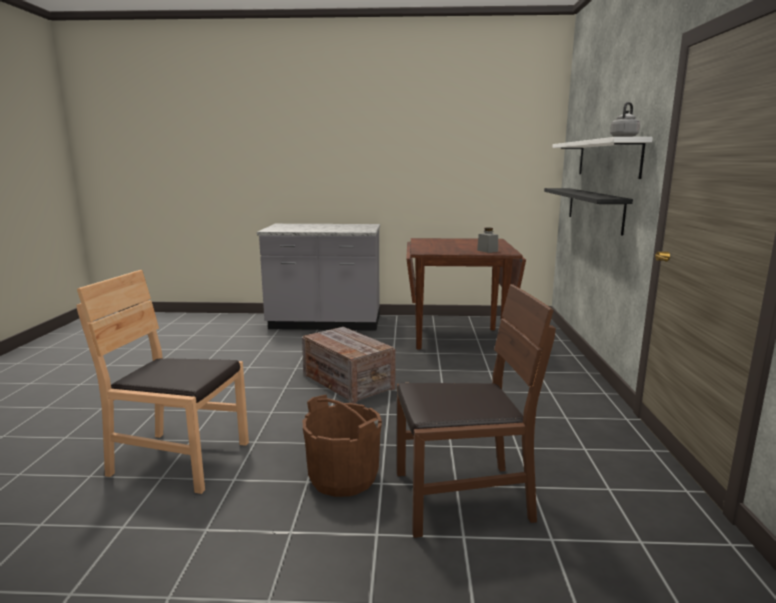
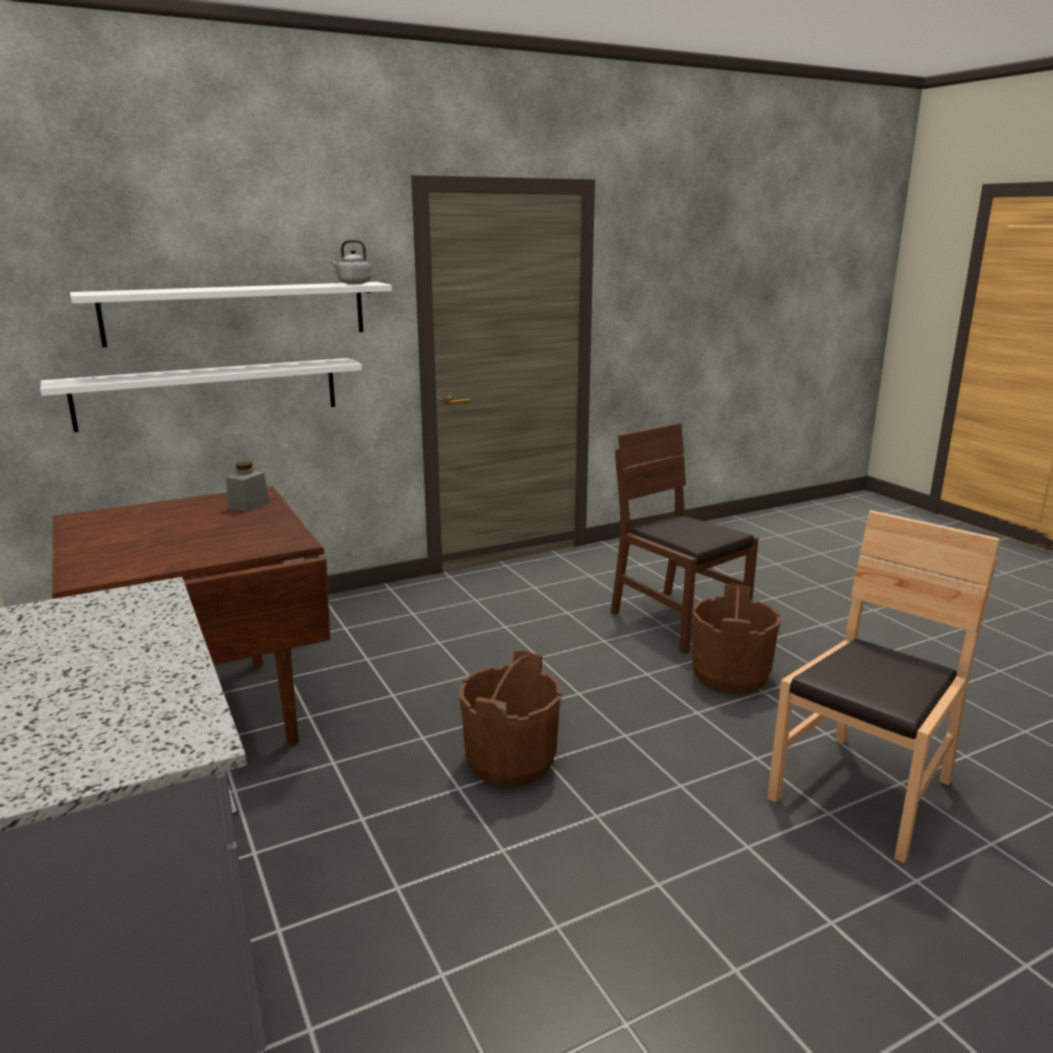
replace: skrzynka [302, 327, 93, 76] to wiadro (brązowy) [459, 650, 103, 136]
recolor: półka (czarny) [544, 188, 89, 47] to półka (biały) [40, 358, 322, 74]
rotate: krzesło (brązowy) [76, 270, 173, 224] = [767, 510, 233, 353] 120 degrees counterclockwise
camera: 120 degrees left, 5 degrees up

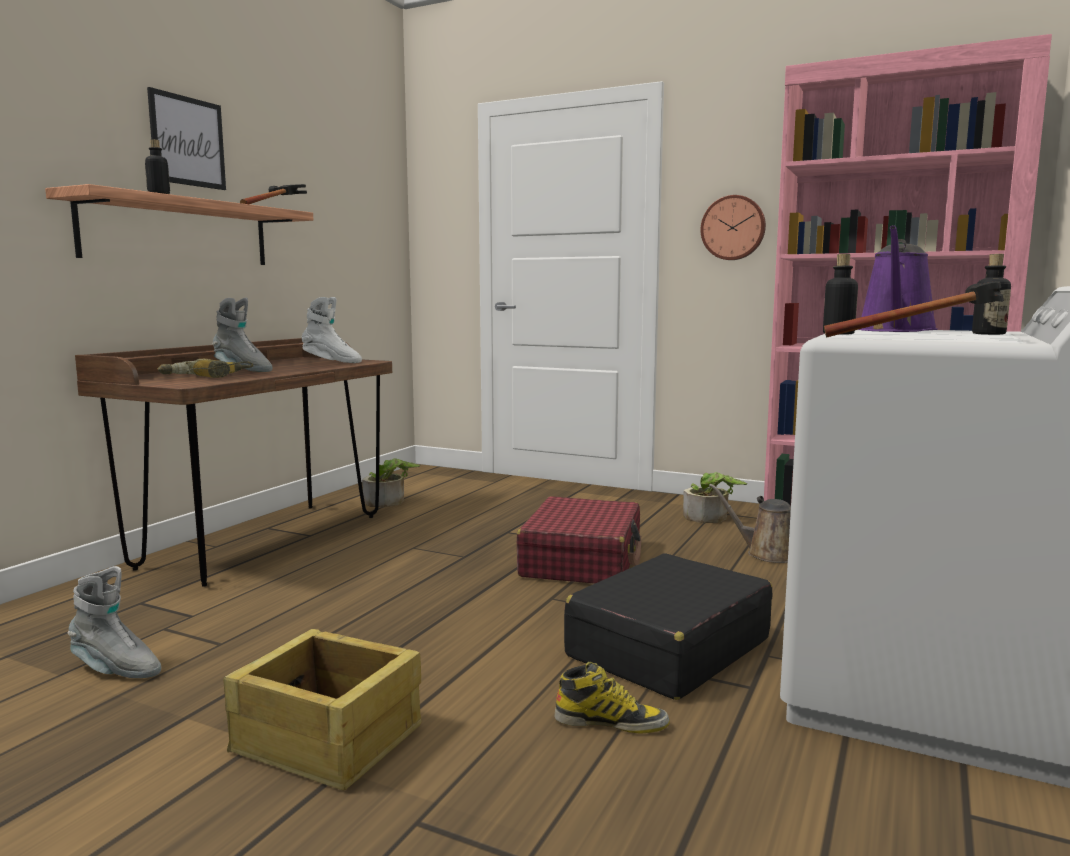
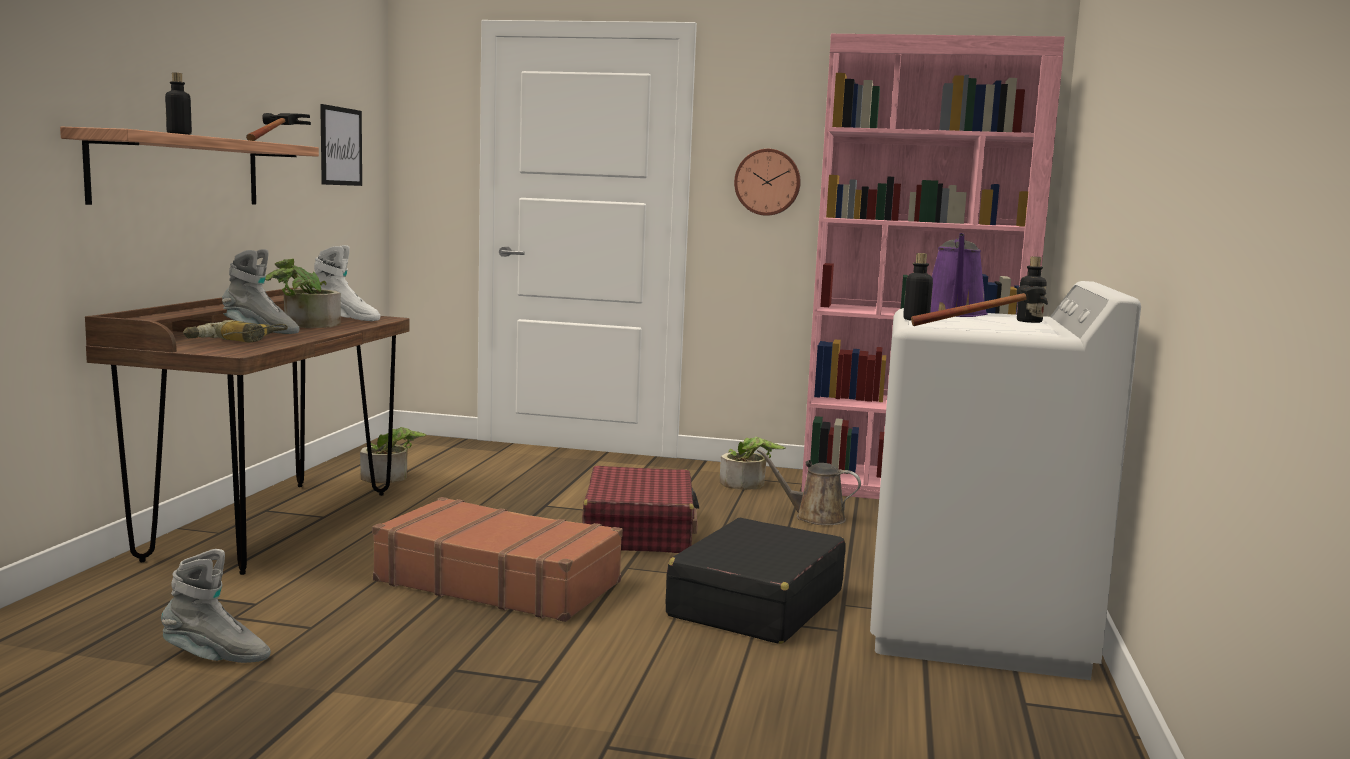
delete: skrzynka [223, 629, 199, 161]; but z cholewką [555, 661, 115, 73]
insert: roślina doniczkowa [265, 259, 76, 69]; walizka (brązowy) [372, 497, 251, 125]
move: obraz [147, 87, 79, 103] to [320, 104, 42, 82]
camera: 15 degrees left, 0 degrees up

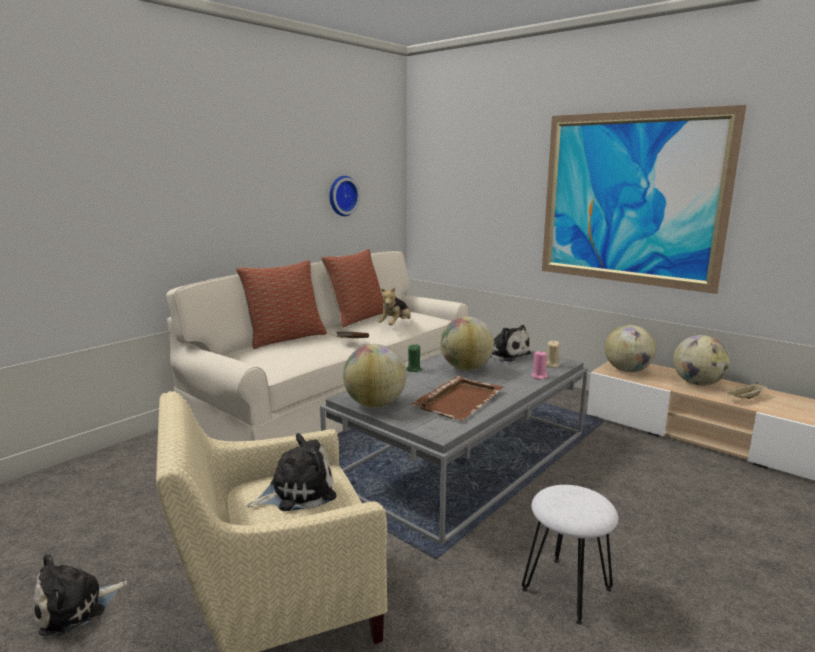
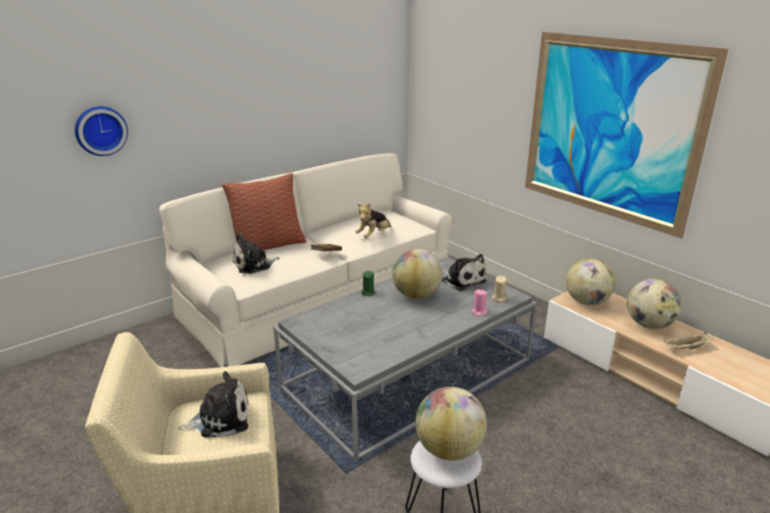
delete: poduszka [321, 249, 63, 79]; taca (brązowy) [412, 376, 91, 45]
move: pluszak [33, 553, 94, 83] to [233, 234, 46, 40]; zegar ścienny [329, 176, 31, 40] to [75, 106, 53, 50]; globus [343, 344, 63, 63] to [415, 387, 72, 73]
camera: 10 degrees right, 10 degrees up

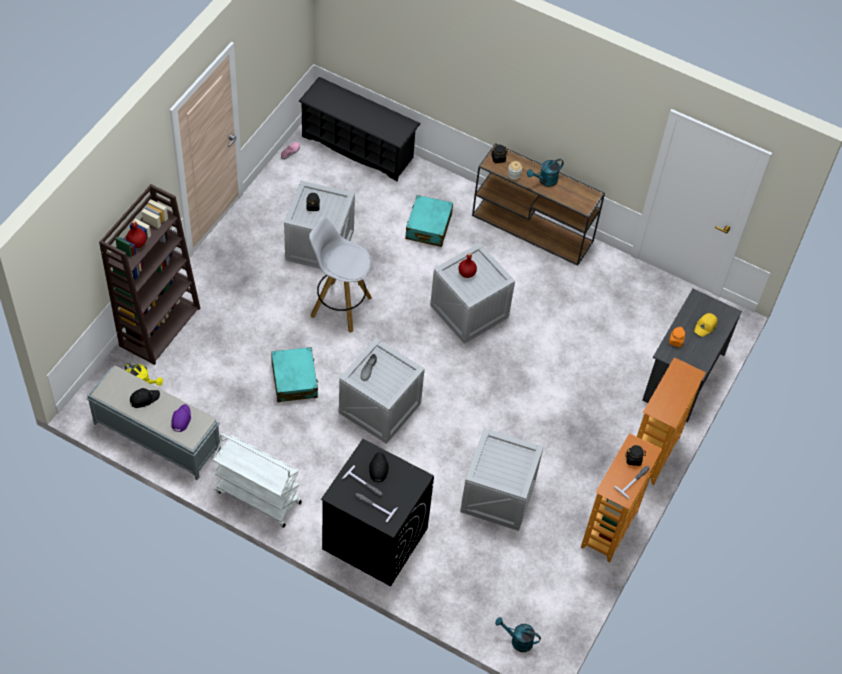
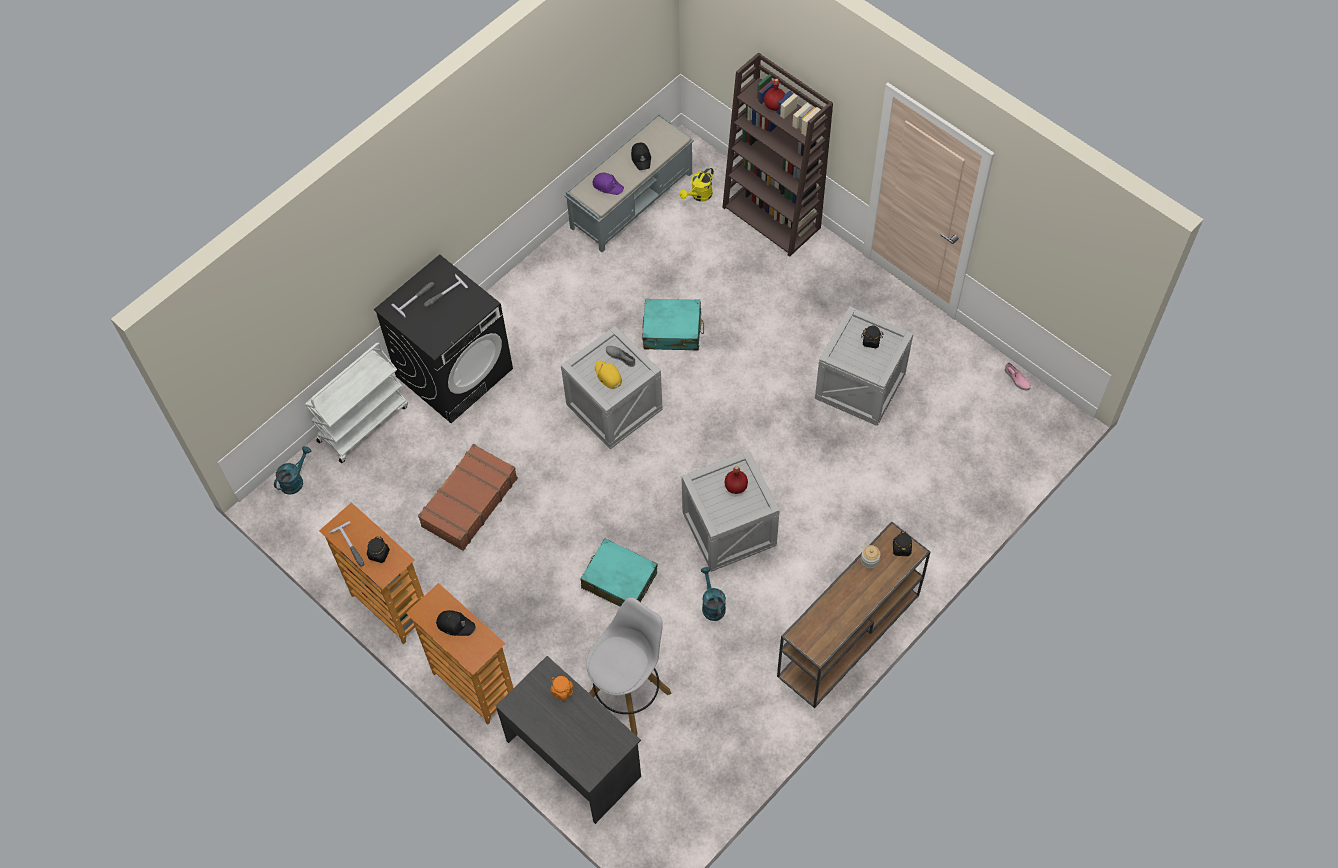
delete: regał na buty (czarny) [299, 77, 122, 104]
move: wózek (biały) [213, 433, 89, 95] to [305, 343, 103, 120]; stołek (biały) [309, 216, 63, 117] to [586, 597, 86, 139]; czapka z daszkiem (czarny) [369, 452, 20, 30] to [436, 610, 39, 26]; walizka (turkusowy) [405, 195, 48, 52] to [581, 538, 77, 69]; konewka (turkusowy) [527, 159, 37, 28] to [701, 567, 25, 54]; czapka z daszkiem (żółty) [694, 313, 23, 24] to [595, 361, 27, 28]
replace: skrzynka [460, 428, 83, 103] to walizka (brązowy) [418, 444, 100, 107]
camera: 110 degrees right, 5 degrees up

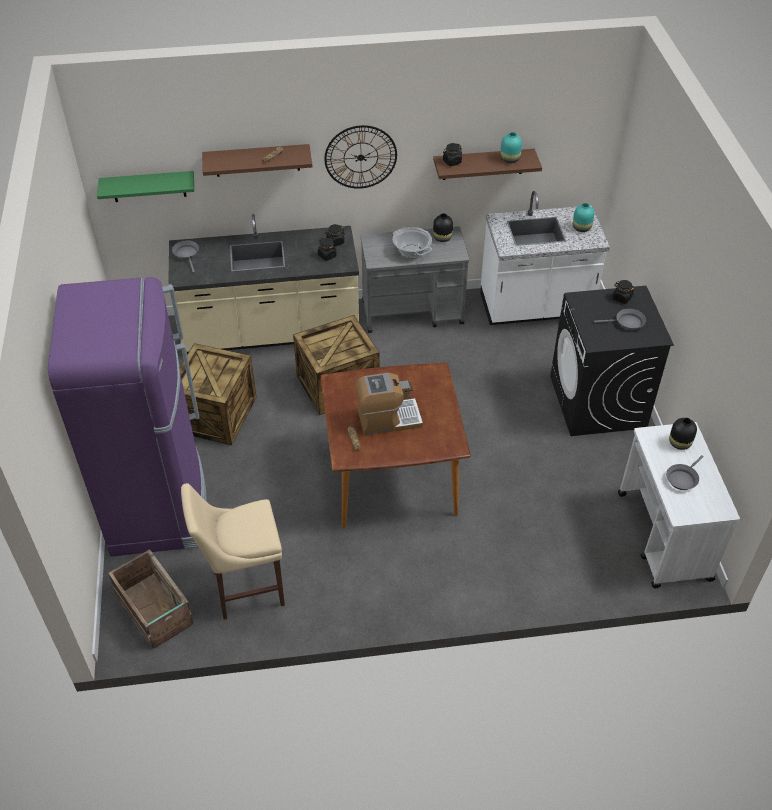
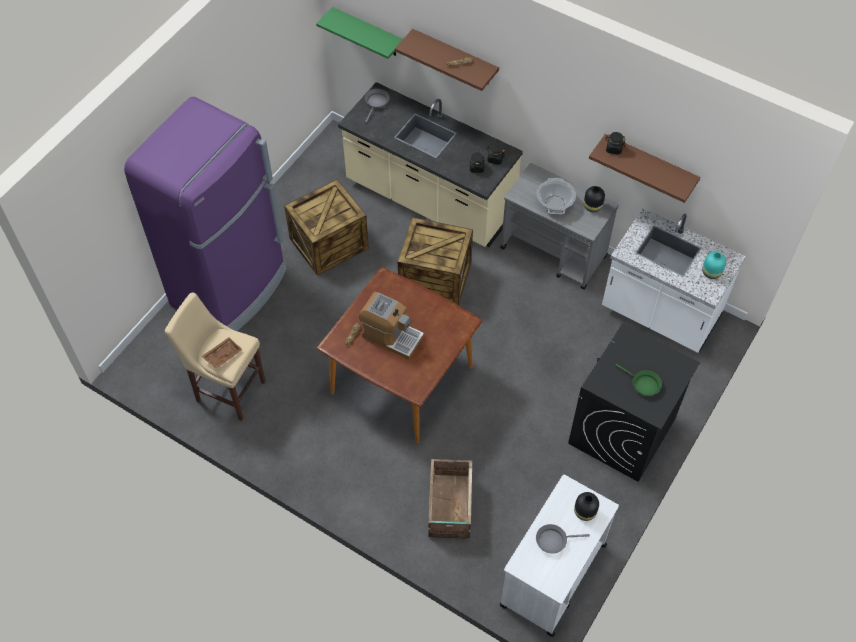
delete: zegar ścienny [324, 125, 73, 64]; wazon (turkusowy) [500, 132, 22, 31]; słoik (czarny) [613, 280, 21, 24]
insert: taca (brązowy) [202, 337, 41, 32]
move: skrzynka [108, 549, 86, 100] to [428, 459, 44, 80]
recolor: patelnia (szary) [594, 309, 52, 21] to patelnia (zielony) [615, 364, 47, 32]
camera: 40 degrees right, 10 degrees up

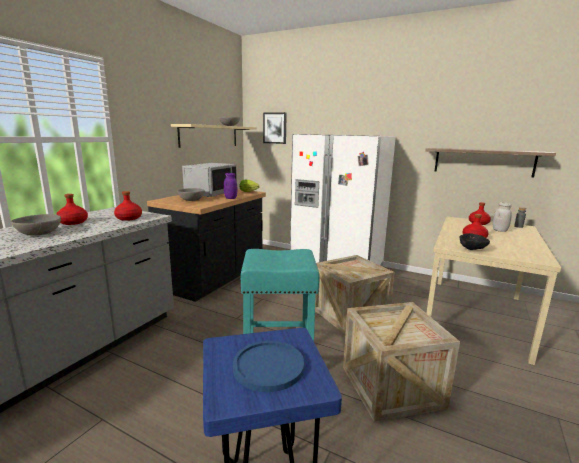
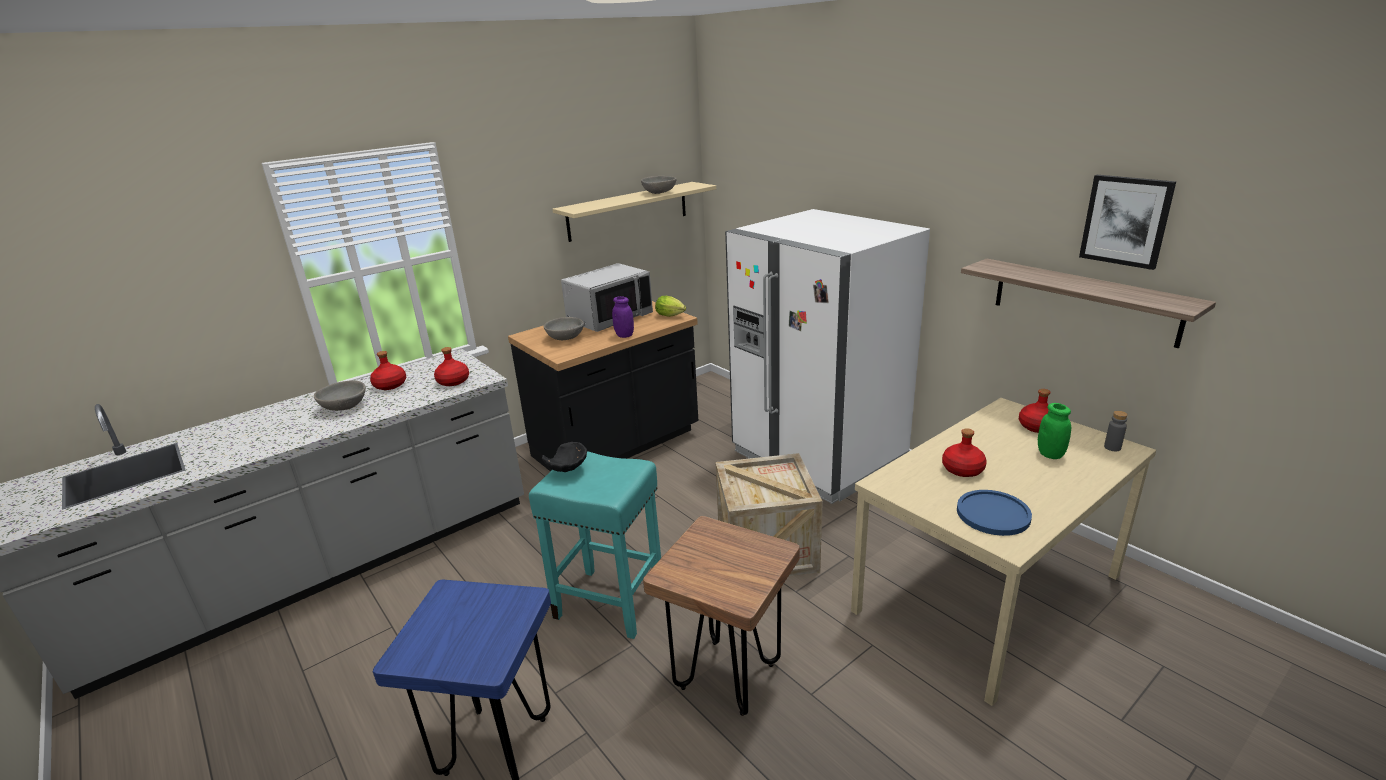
move: talerz (niebieski) [233, 341, 71, 51] to [957, 490, 75, 46]; obraz [263, 112, 24, 32] to [1079, 175, 97, 95]; miska (czarny) [459, 233, 31, 17] to [542, 442, 45, 30]
replace: skrzynka [343, 302, 117, 120] to stołek (brązowy) [643, 516, 157, 200]
recolor: słoik (biały) [493, 202, 19, 30] to słoik (zielony) [1038, 403, 33, 56]
camera: 25 degrees right, 10 degrees up

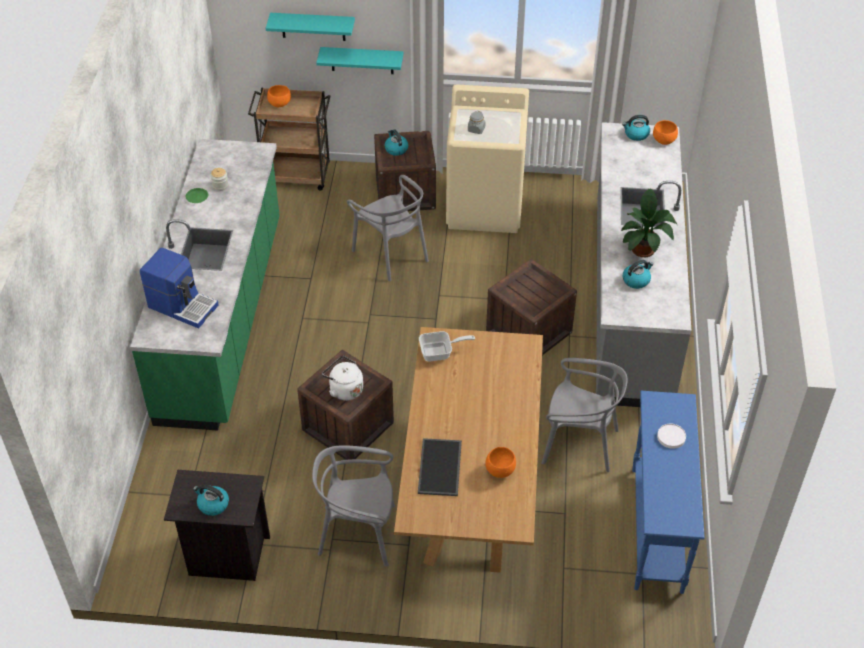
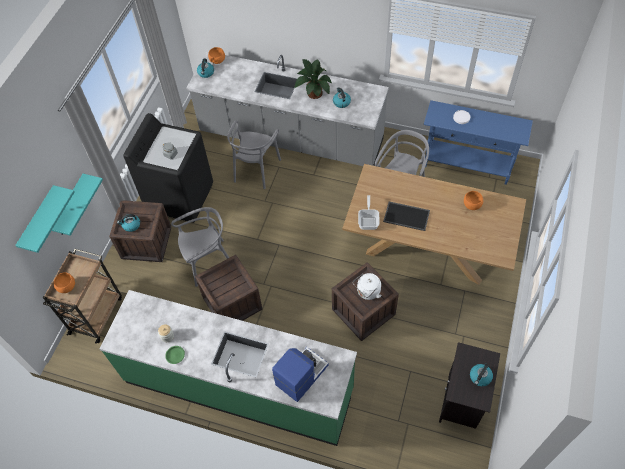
move: krzesło (szary) [312, 445, 83, 121] to [227, 120, 54, 69]; taca [418, 438, 44, 58] to [383, 201, 47, 30]; skrzynka [486, 259, 91, 96] to [195, 255, 68, 66]
recolor: pralka (beżowy) [446, 84, 83, 149] to pralka (czarny) [123, 113, 90, 110]
camera: 75 degrees left, 10 degrees up

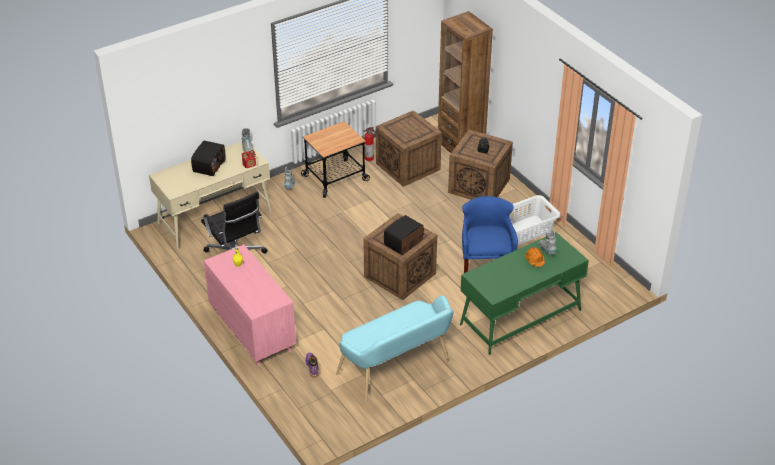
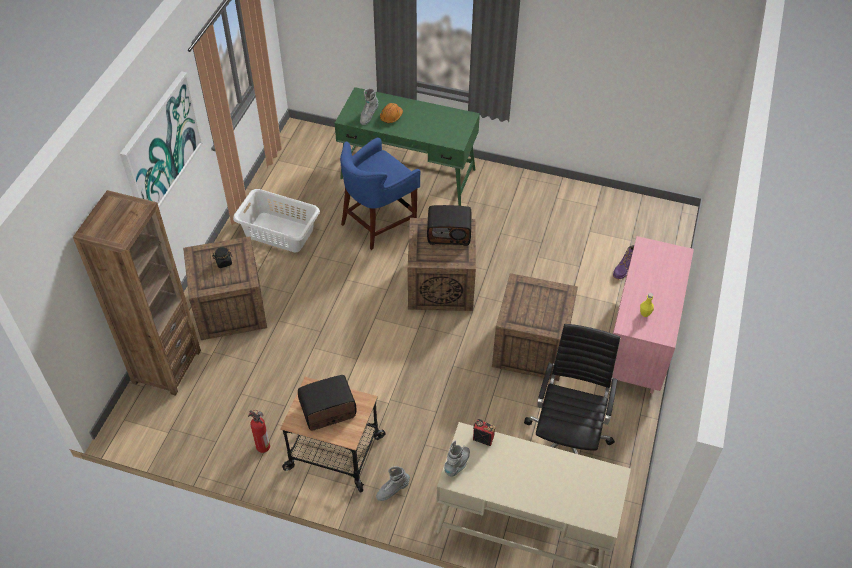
delete: ławka (turkusowy) [336, 295, 118, 107]
insert: obraz [120, 71, 83, 137]
move: radio [191, 141, 35, 35] to [298, 375, 58, 56]; skrzynka [376, 110, 66, 77] to [492, 273, 86, 108]
camera: 130 degrees left, 10 degrees up

